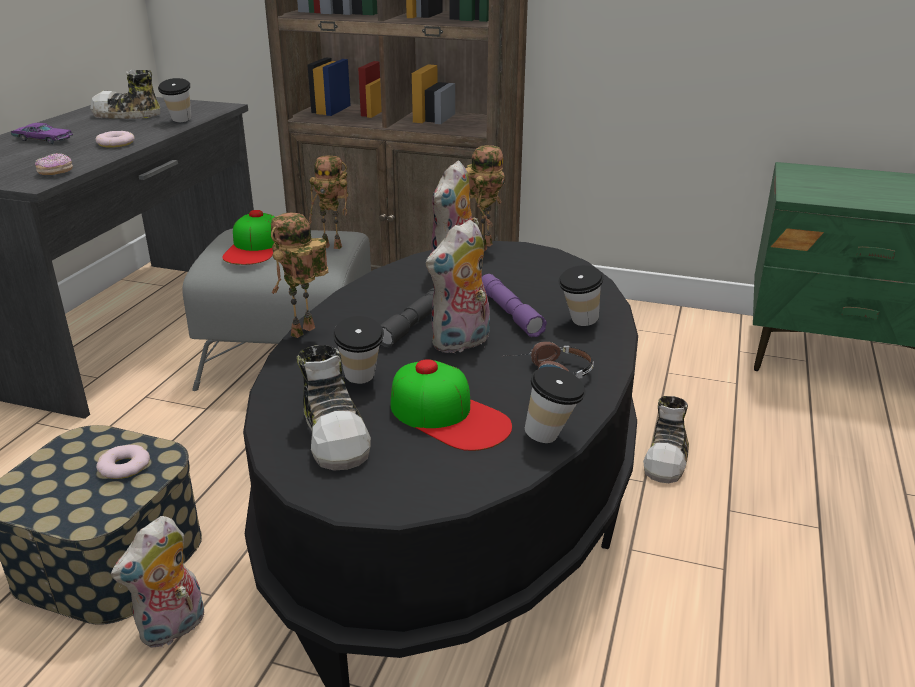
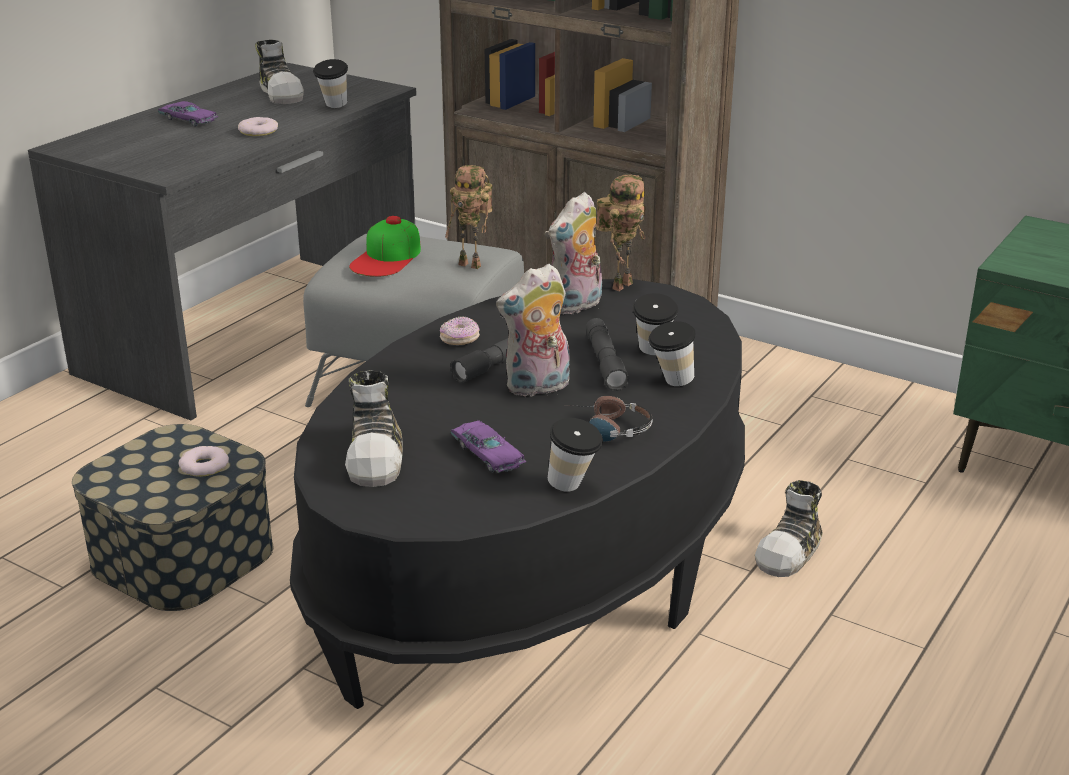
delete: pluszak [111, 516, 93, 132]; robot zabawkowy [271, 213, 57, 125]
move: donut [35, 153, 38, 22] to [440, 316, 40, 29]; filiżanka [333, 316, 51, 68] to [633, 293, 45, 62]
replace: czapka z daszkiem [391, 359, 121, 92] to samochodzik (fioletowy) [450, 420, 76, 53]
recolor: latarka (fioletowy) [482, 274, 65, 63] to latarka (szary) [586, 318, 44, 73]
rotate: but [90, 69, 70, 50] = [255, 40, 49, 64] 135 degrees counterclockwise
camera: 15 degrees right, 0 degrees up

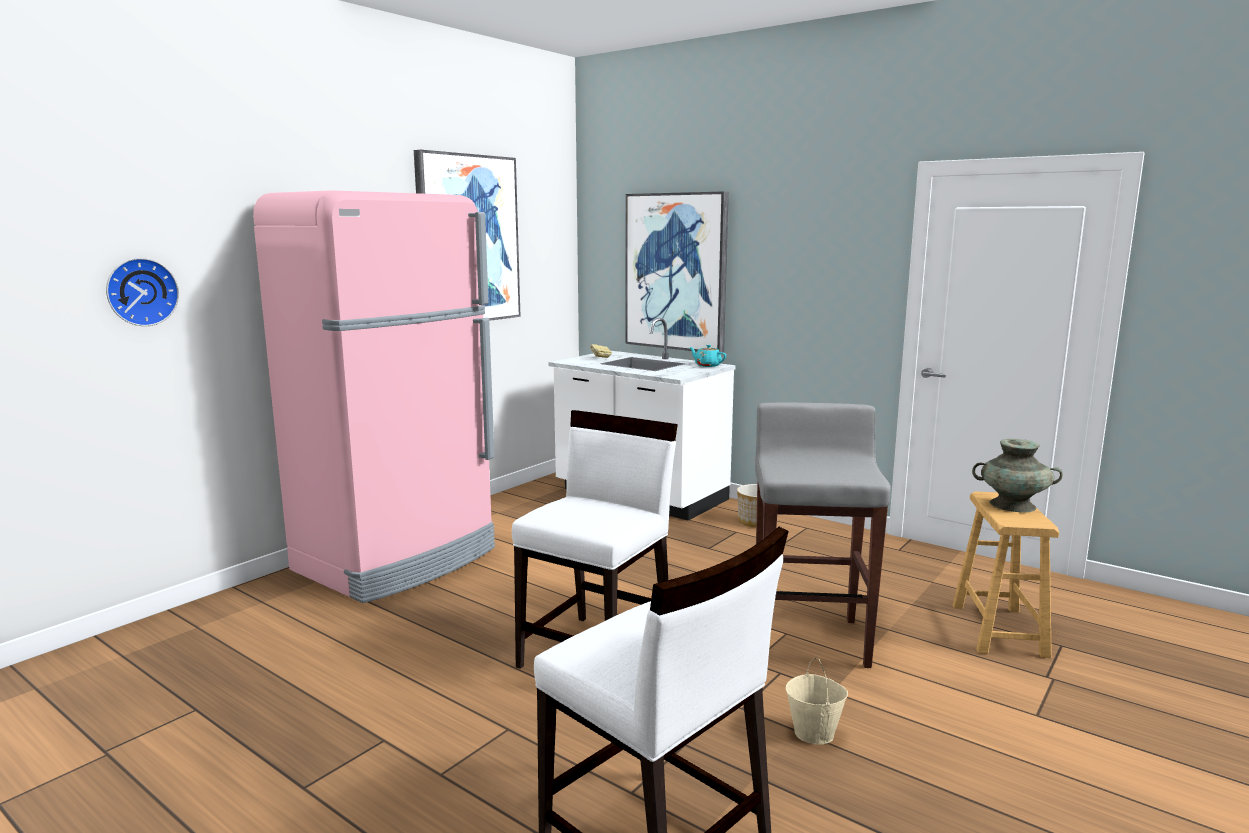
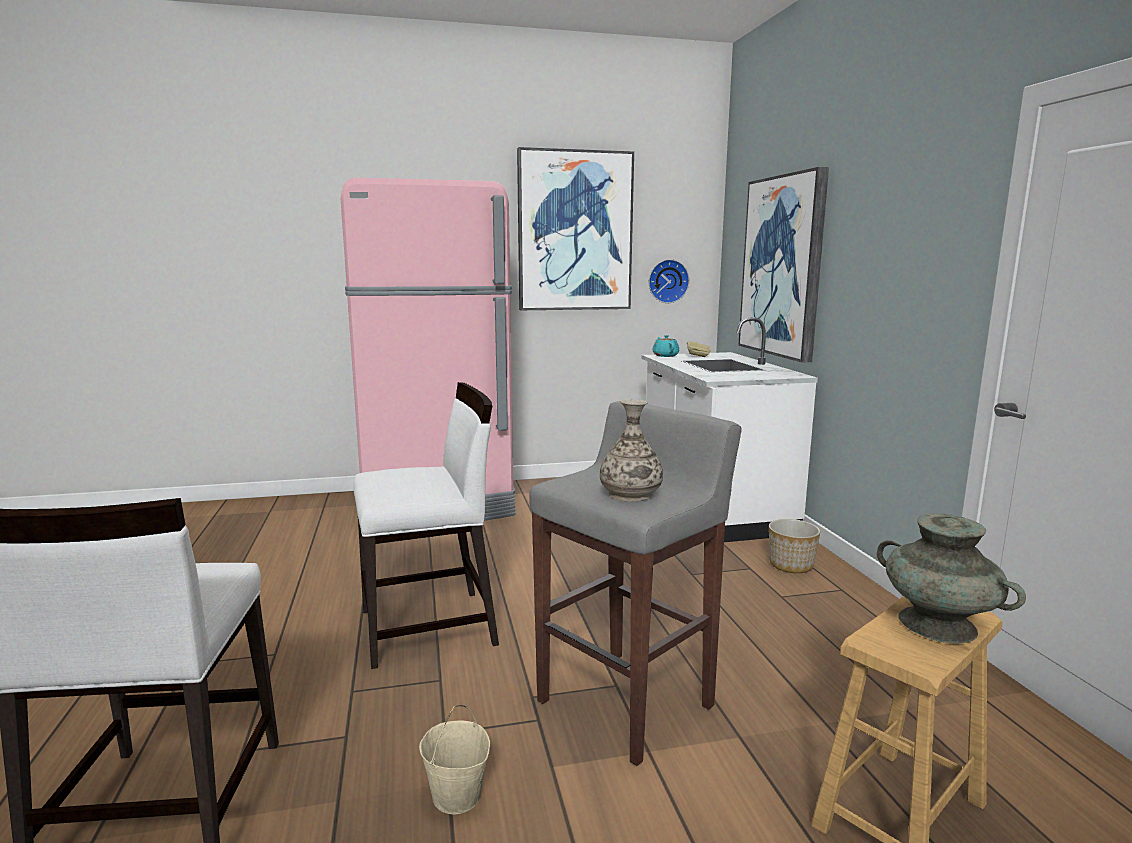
insert: wazon [600, 399, 63, 103]
move: zegar ścienny [106, 258, 73, 68] to [649, 259, 40, 44]; imbryk (turkusowy) [689, 345, 37, 22] to [652, 335, 27, 22]
camera: 40 degrees right, 0 degrees up

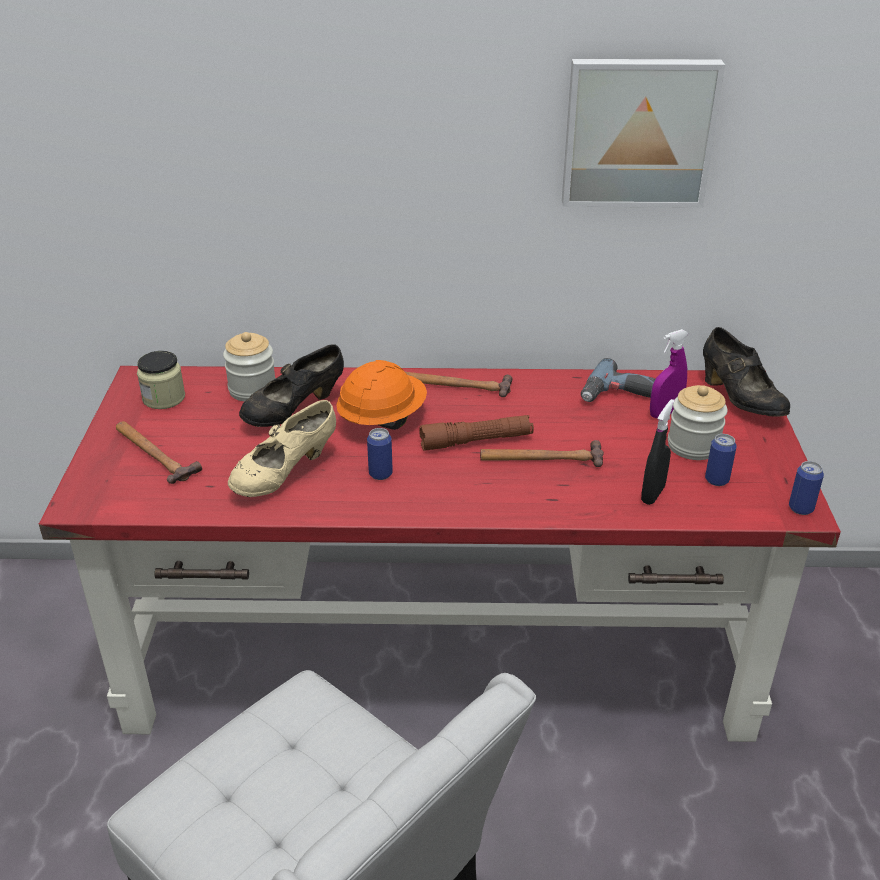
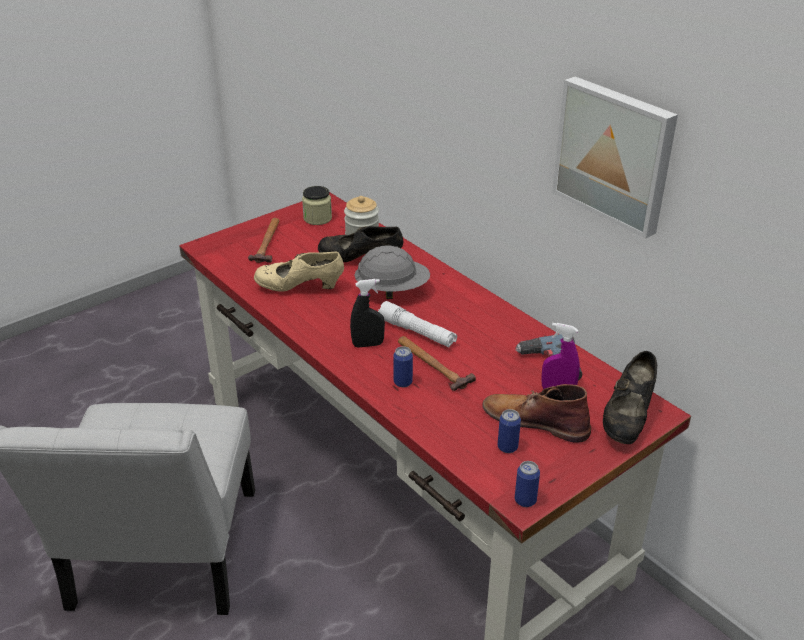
delete: młotek [405, 372, 107, 25]
move: puszka [367, 428, 26, 52] to [393, 346, 20, 41]; spryskiwacz (czarny) [641, 399, 33, 106] to [350, 279, 35, 69]
replace: słoik [668, 385, 60, 75] to but z cholewką (brązowy) [482, 384, 109, 59]
recolor: kask (pomarańczowy) [336, 360, 91, 70] to kask (szary) [355, 245, 75, 54]; latarka (brązowy) [419, 415, 115, 36] to latarka (biały) [378, 301, 79, 46]
camera: 50 degrees right, 0 degrees up

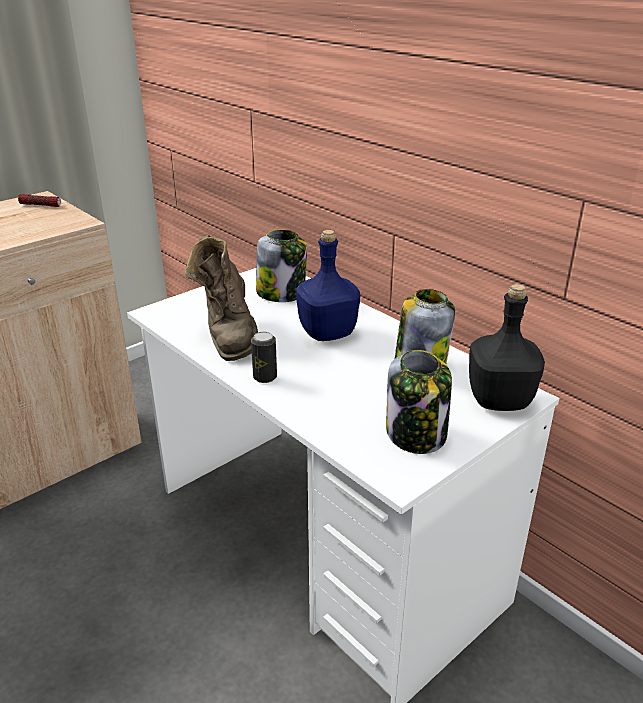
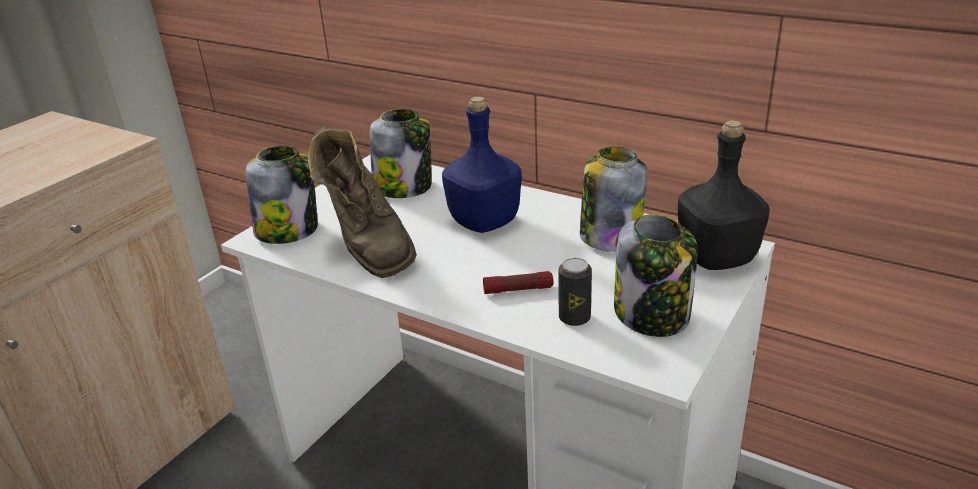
insert: słoik [246, 146, 72, 98]
move: latarka [18, 194, 43, 13] to [483, 271, 70, 23]; puszka [251, 332, 26, 51] to [558, 258, 34, 68]
camera: 15 degrees left, 0 degrees up

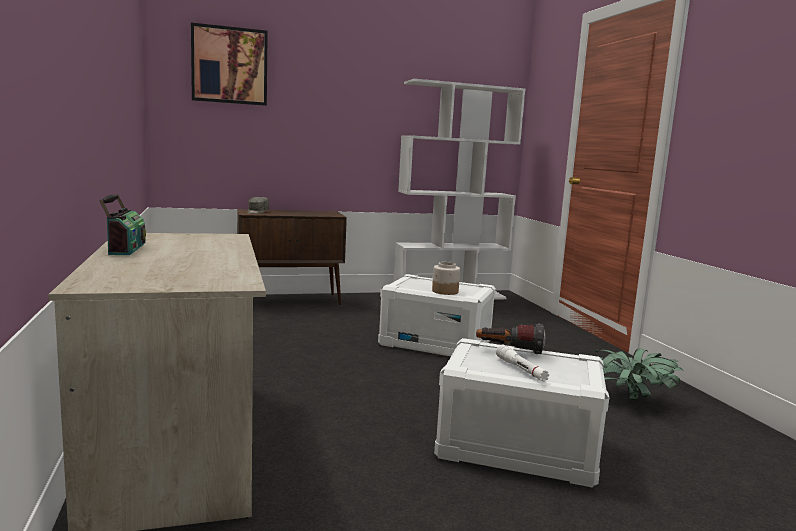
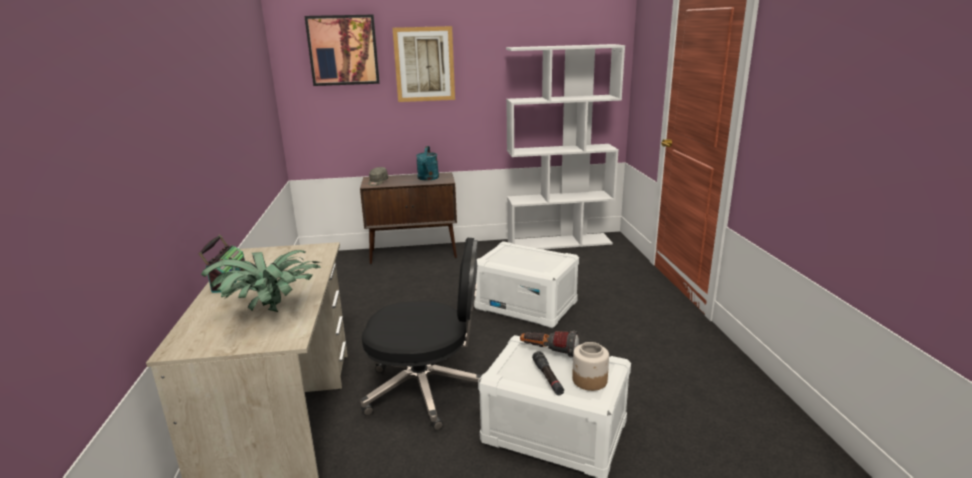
insert: krzesło biurowe (czarny) [361, 238, 121, 192]; obraz [393, 26, 62, 76]; konewka (turkusowy) [416, 146, 23, 35]
move: słoik [432, 262, 28, 33] to [572, 342, 37, 49]; roślina doniczkowa [595, 348, 89, 52] to [201, 250, 120, 62]
recolor: latarka (biały) [496, 345, 53, 37] to latarka (czarny) [532, 351, 32, 45]
camera: 10 degrees right, 10 degrees up

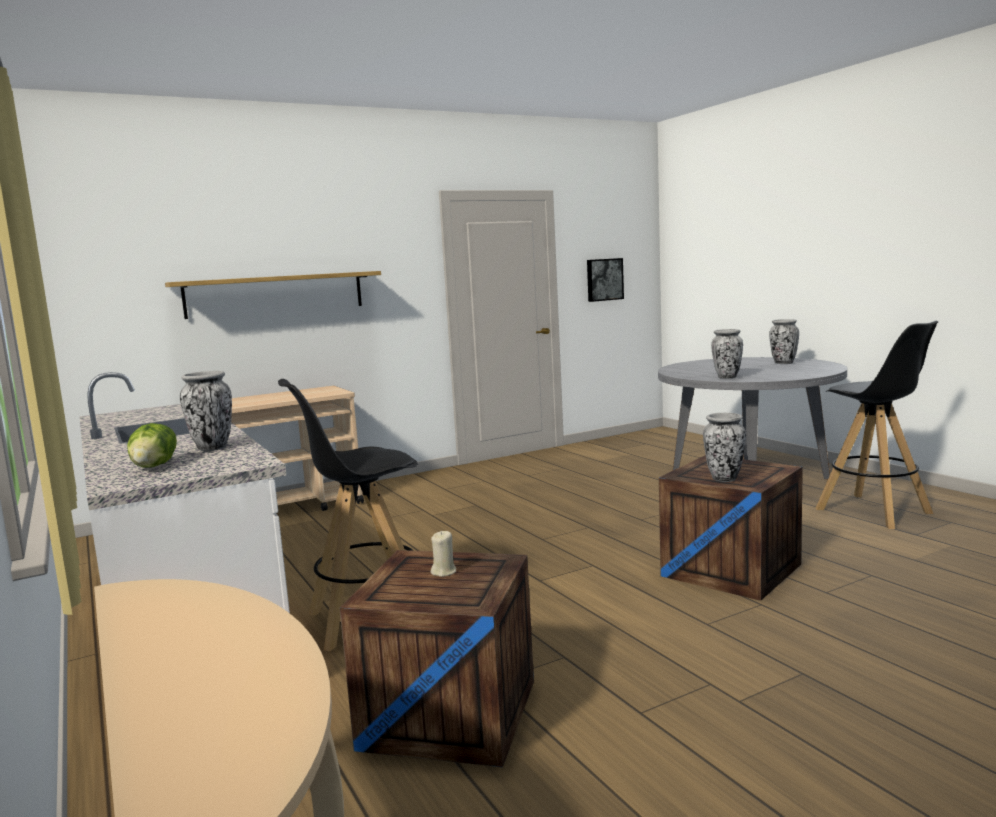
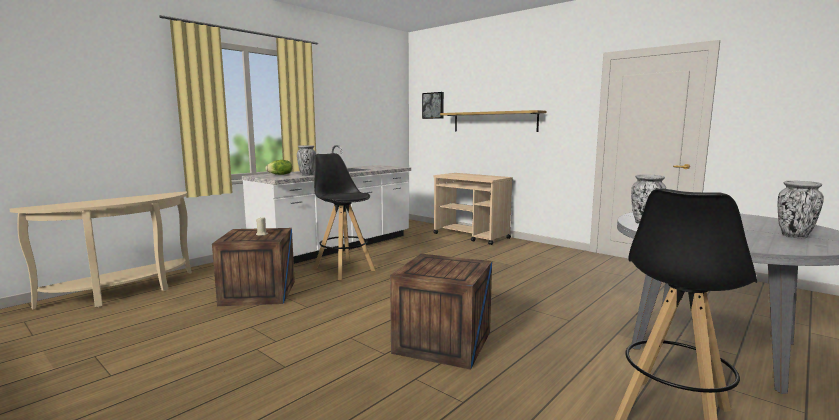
delete: wazon [703, 413, 43, 69]
move: obraz [587, 258, 37, 44] to [422, 92, 22, 27]
camera: 70 degrees right, 0 degrees up

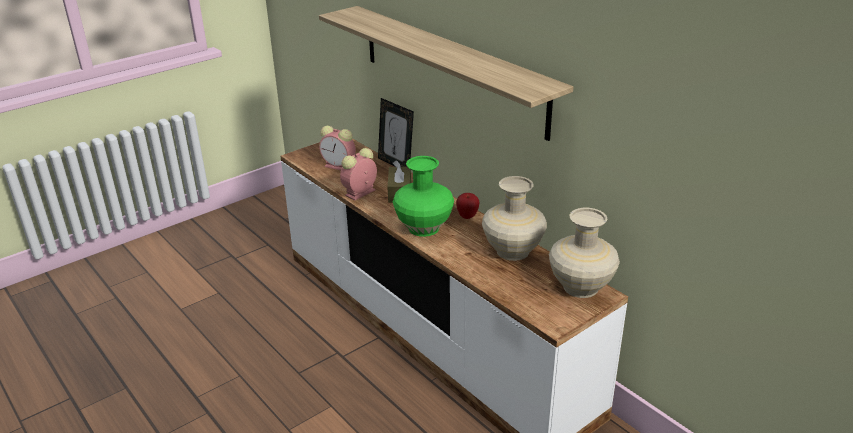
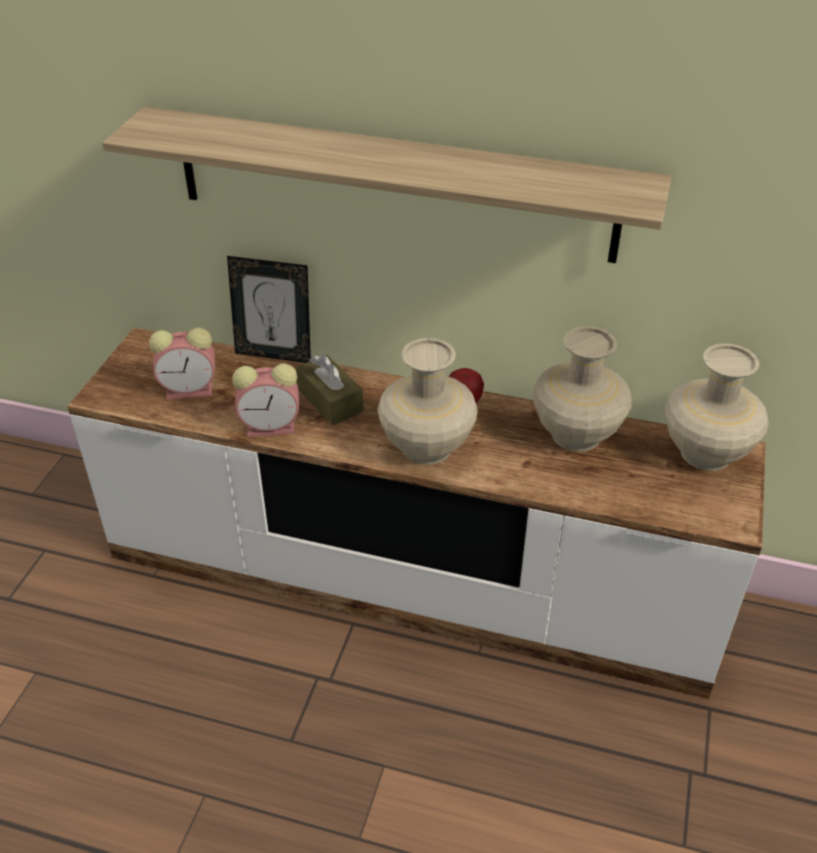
recolor: wazon (zielony) [393, 156, 61, 81] to wazon (beżowy) [377, 338, 101, 127]
rotate: budzik [340, 148, 37, 52] = [232, 363, 67, 74] 105 degrees counterclockwise
camera: 35 degrees left, 10 degrees up

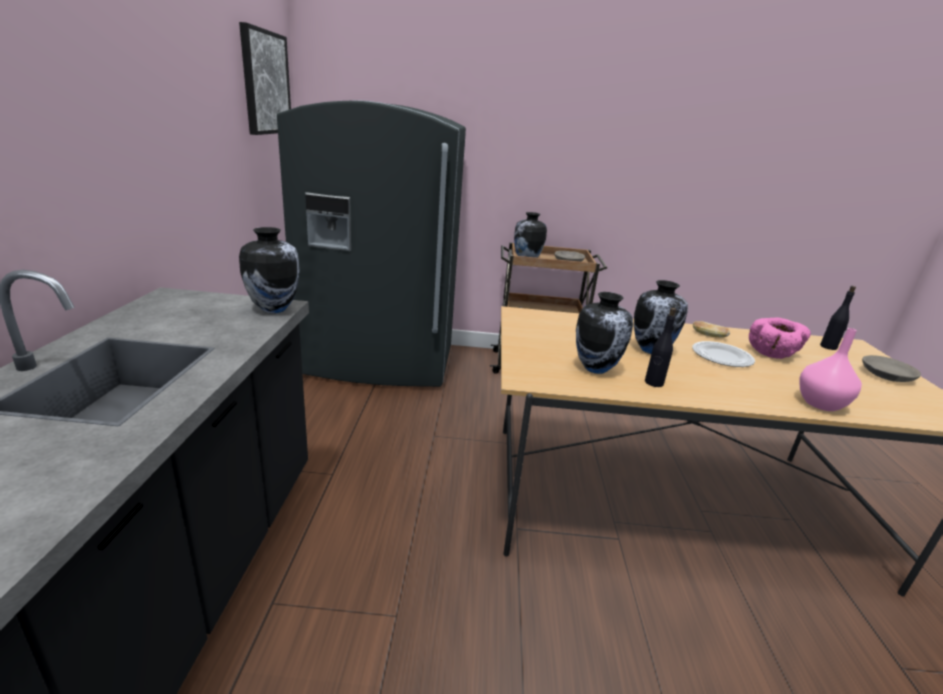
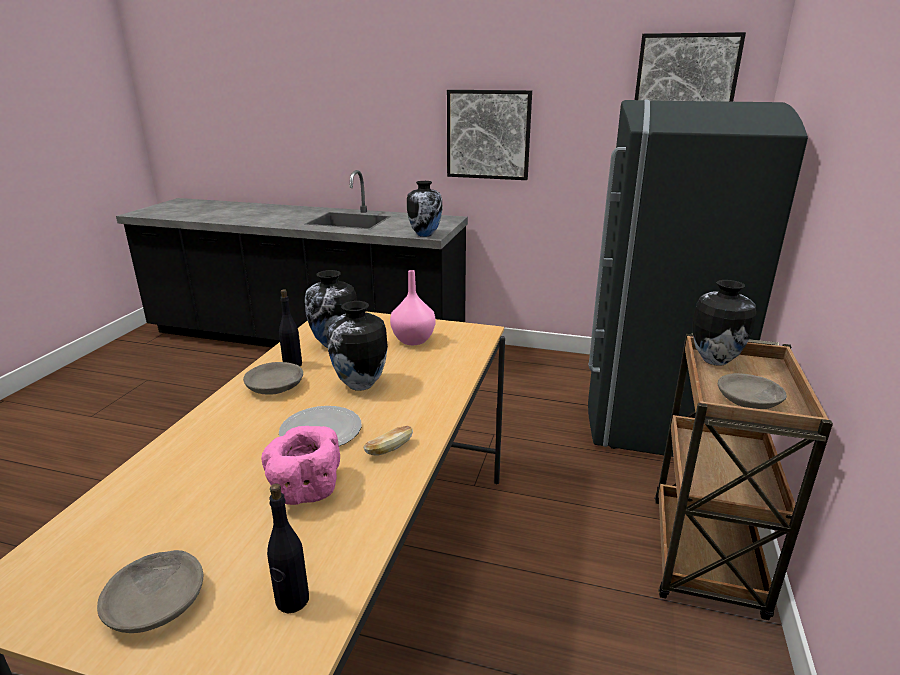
insert: miska (szary) [243, 362, 60, 33]; obraz [447, 90, 85, 90]
move: wazon (różowy) [800, 328, 62, 83] to [390, 270, 46, 75]
camera: 105 degrees right, 0 degrees up

